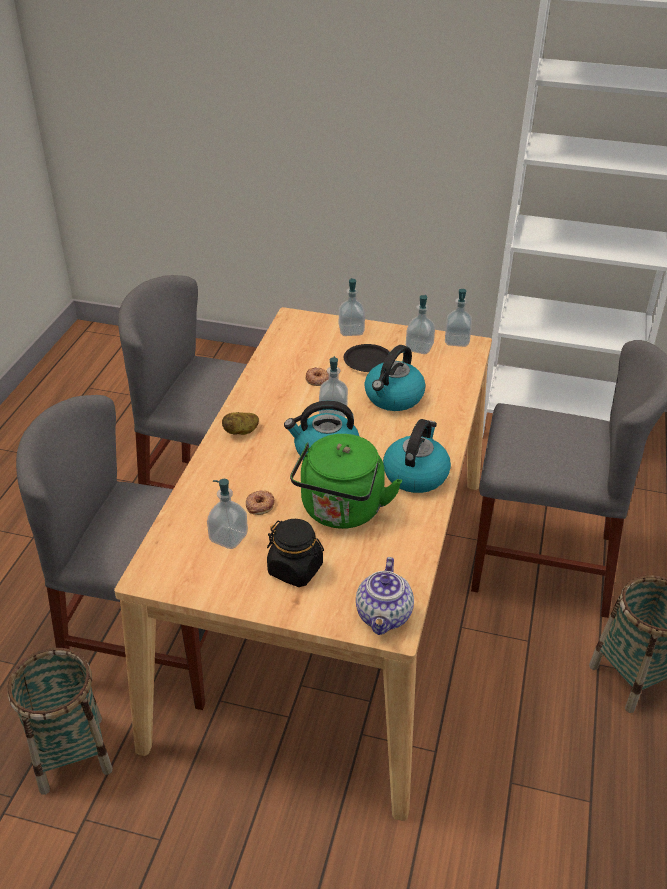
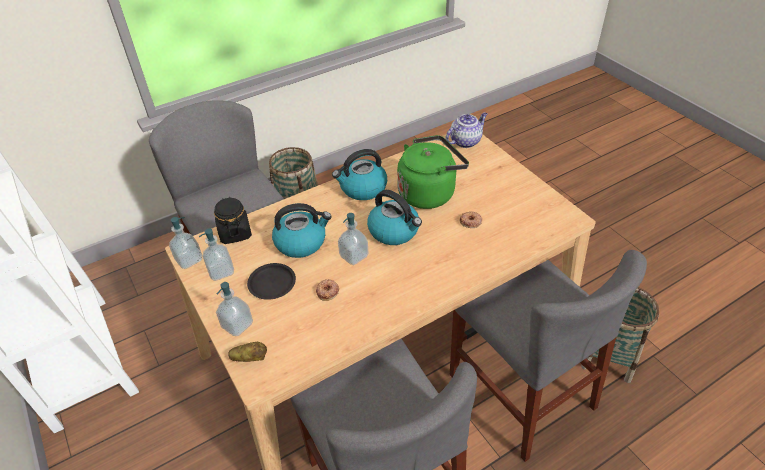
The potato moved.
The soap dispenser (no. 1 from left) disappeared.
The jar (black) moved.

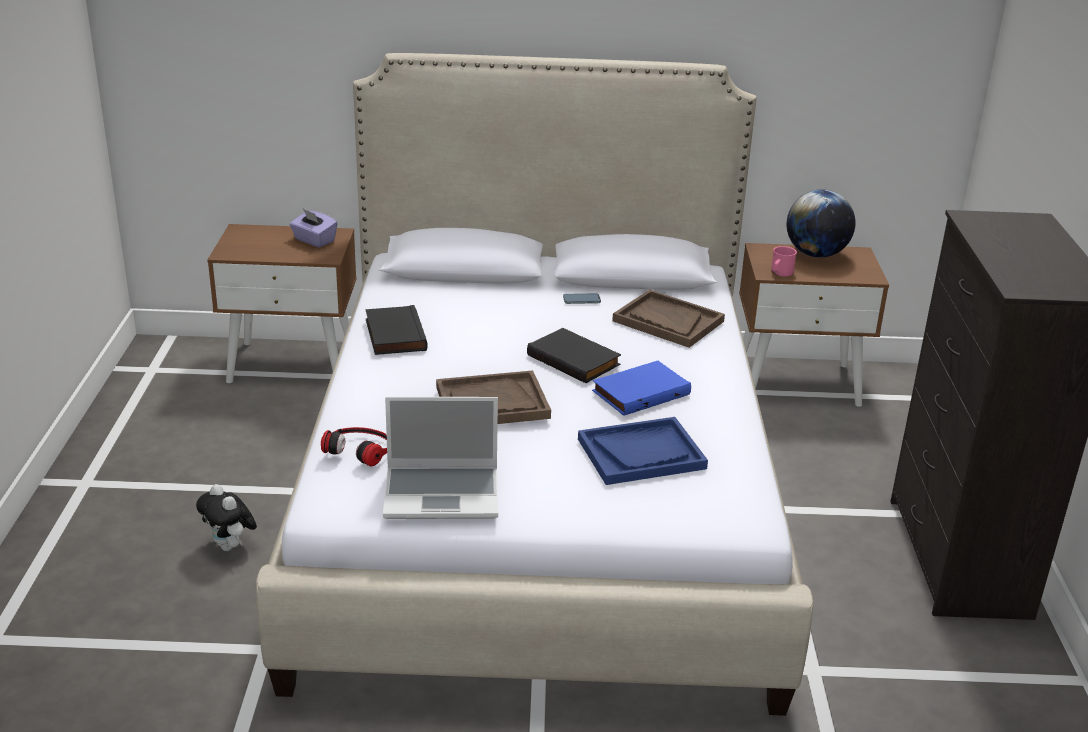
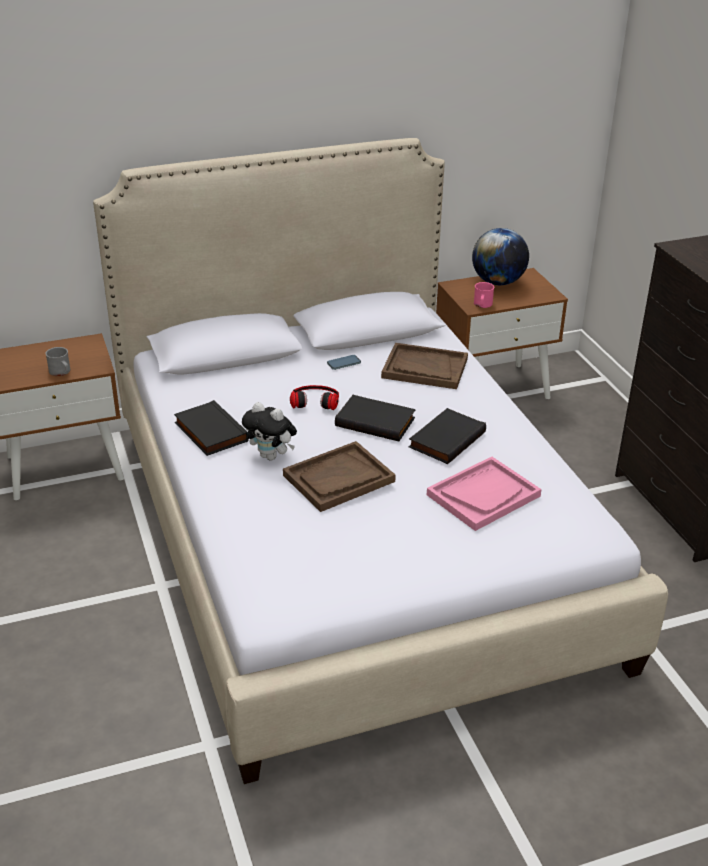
The tissue box (purple) disappeared.
The book (blue) became the book (black) (no. 3 from left).
The laptop disappeared.
The tray (blue) became the tray (pink).
The headphones moved.
The plush toy moved.
The mug (grey) appeared.

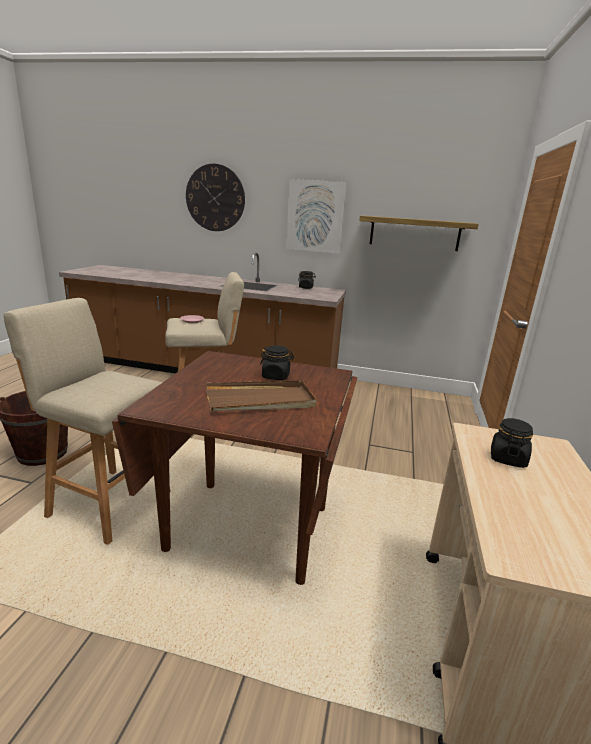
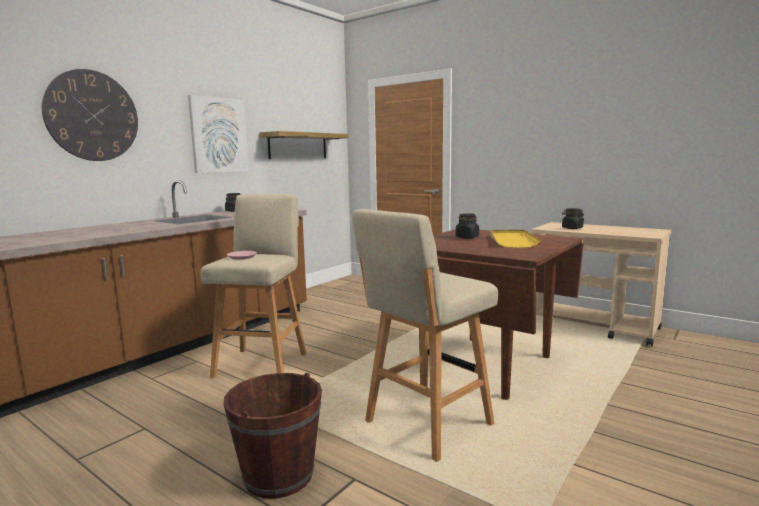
The tray (brown) became the tray (yellow).

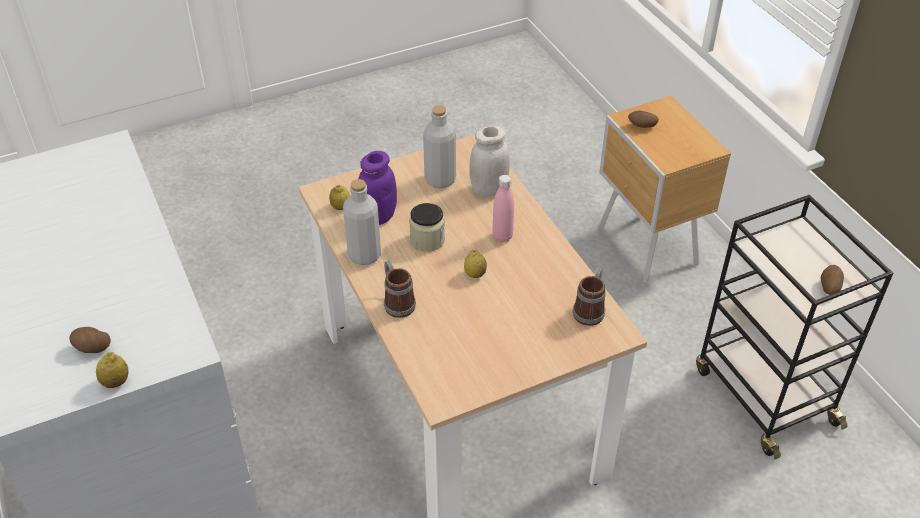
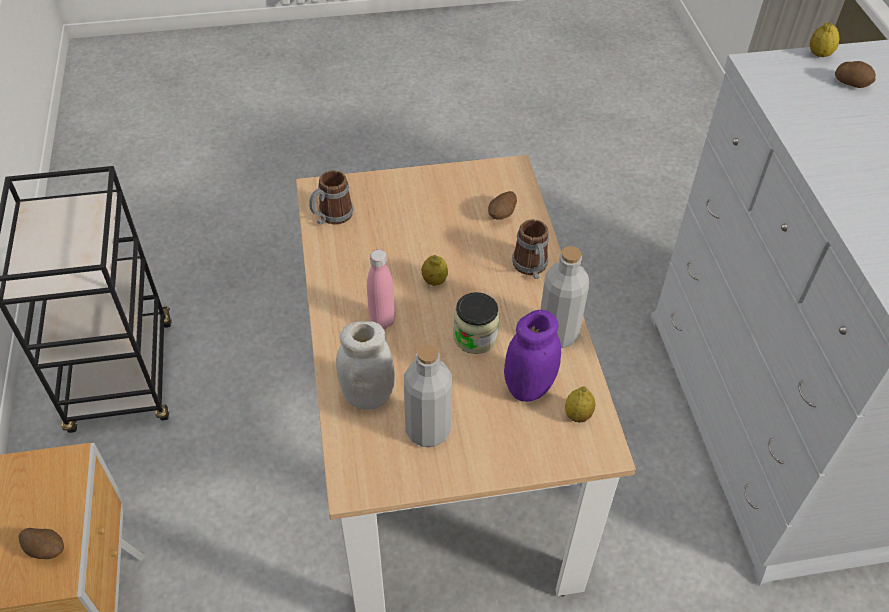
The potato (no. 3 from left in the first image) moved.

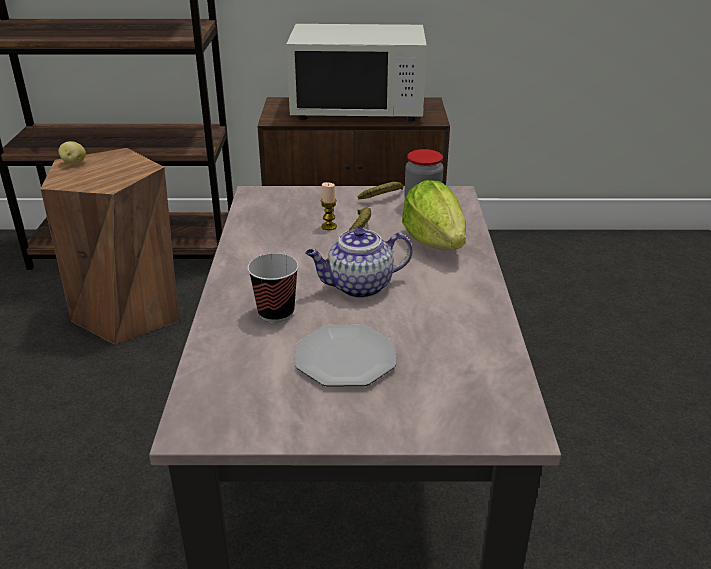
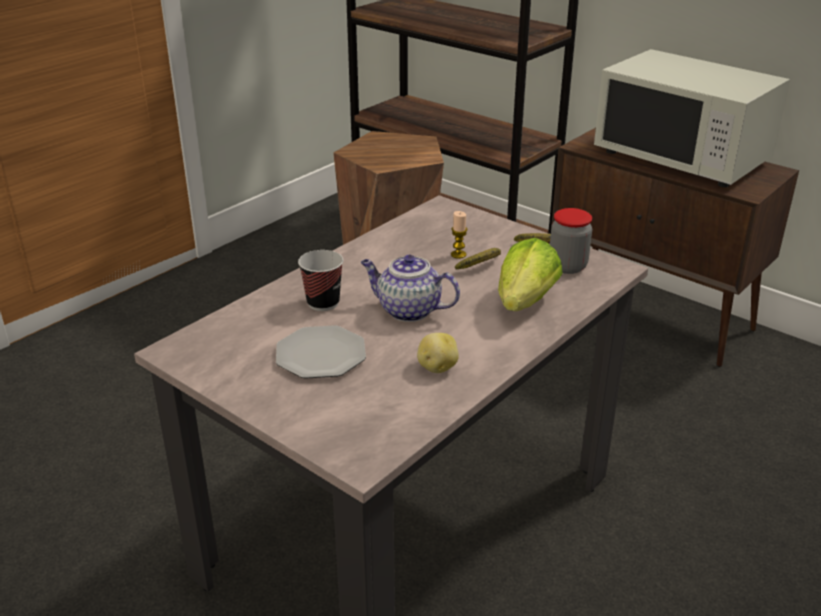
The potato moved.

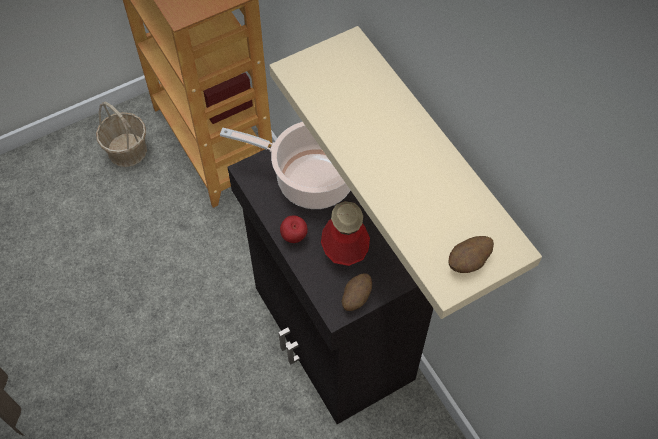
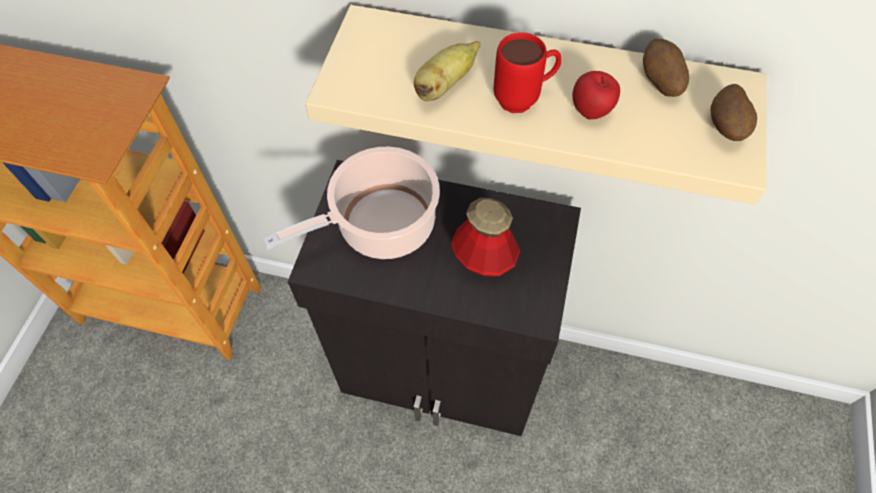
The basket disappeared.
The apple moved.
The potato (no. 1 from left) moved.
The mug (red) appeared.
The banana appeared.

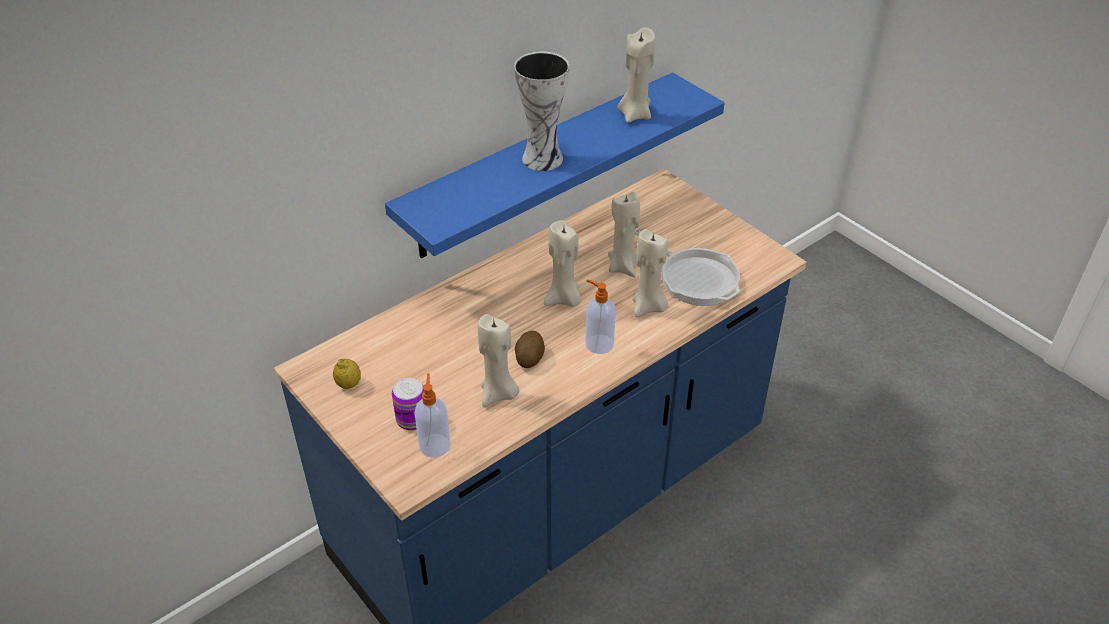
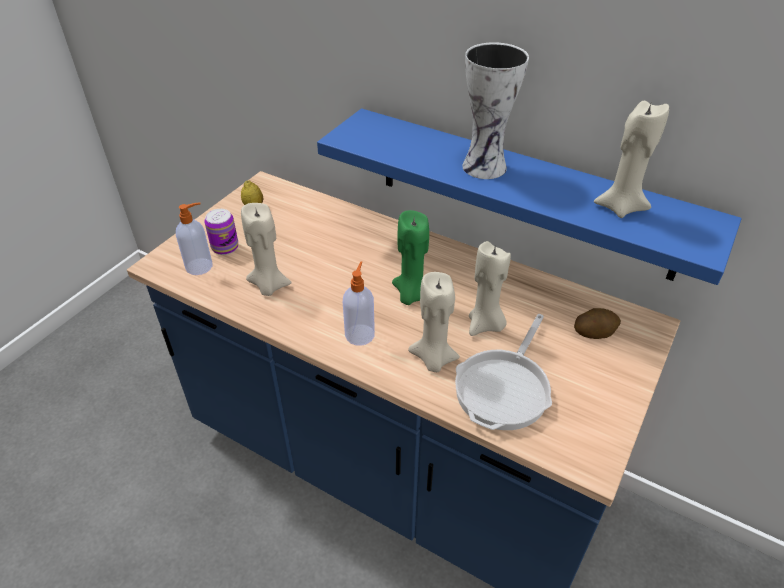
The candle (beige) (no. 2 from left) became the candle (green).
The potato moved.

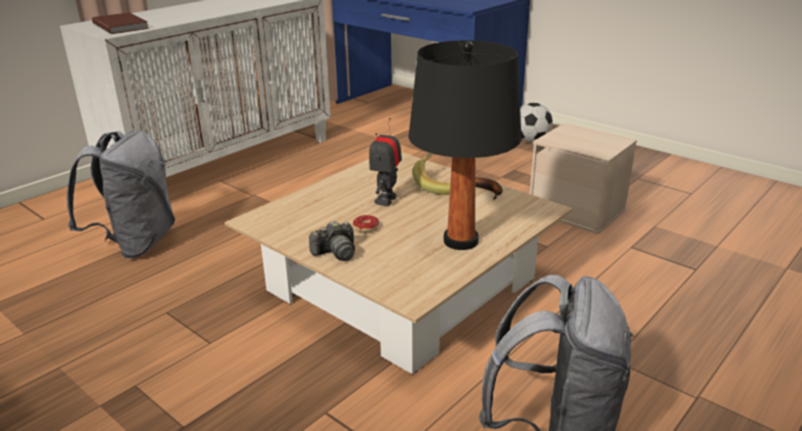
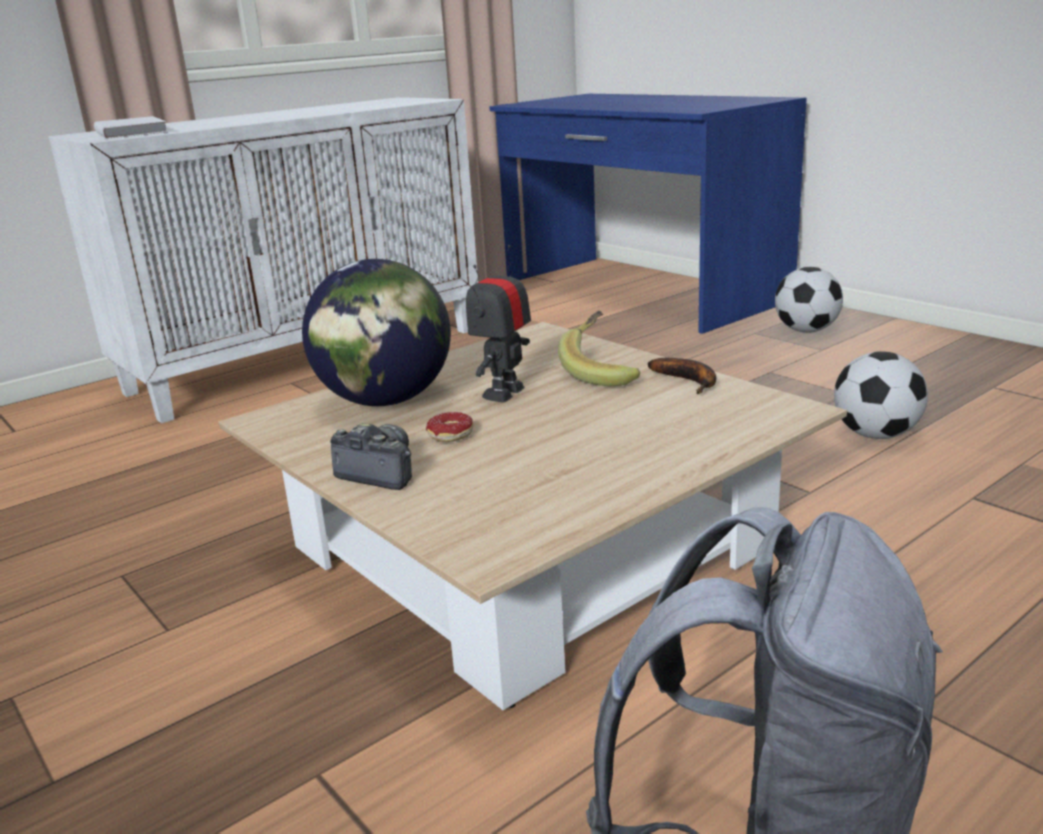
The book (brown) became the book (white).
The table lamp (black) disappeared.
The storage box (beige) was replaced by the football (no. 2 from left).
The backpack (grey) (no. 1 from left) disappeared.
The photo camera turned 135 degrees counterclockwise.
The globe appeared.

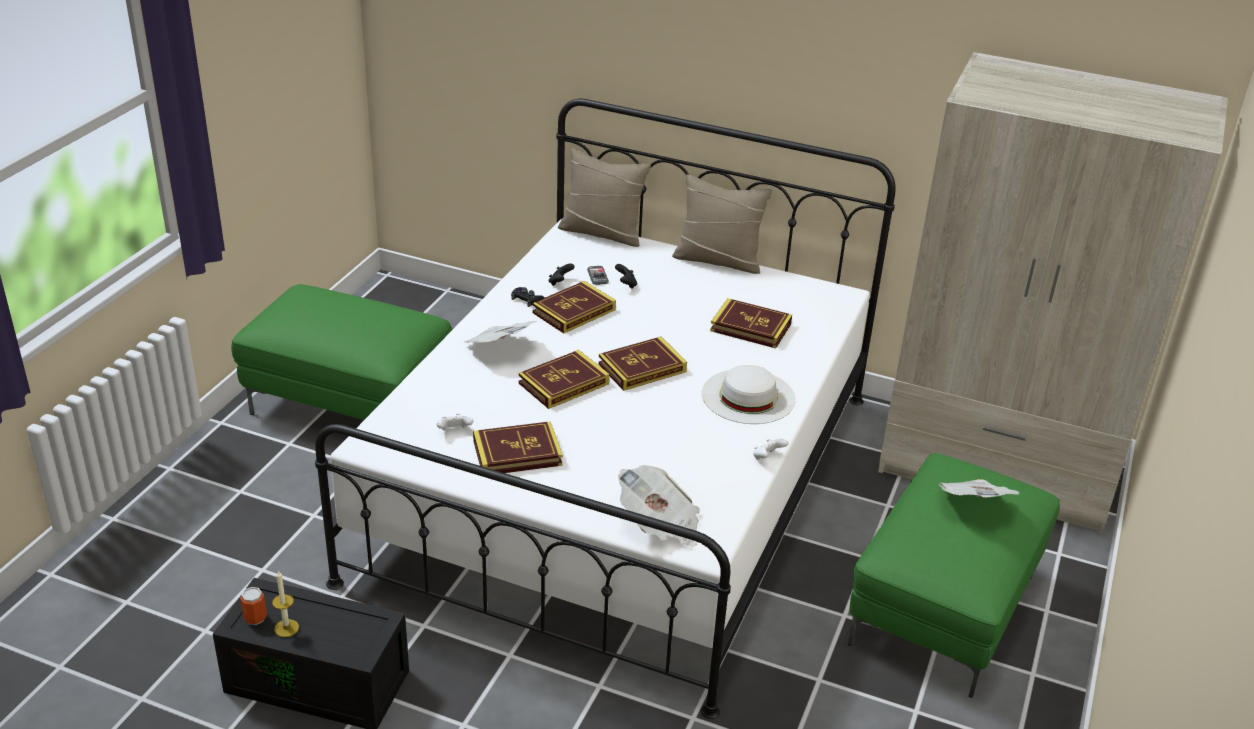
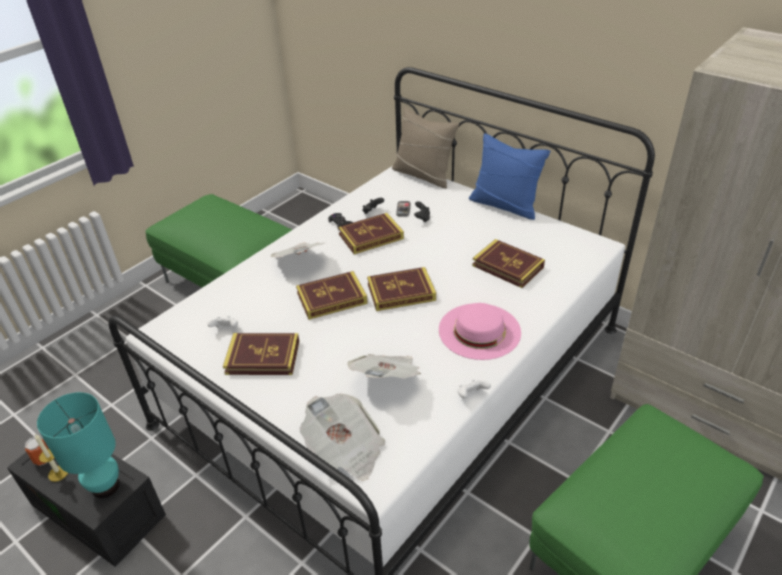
The pillow (beige) (no. 2 from left) became the pillow (blue).
The hat (white) became the hat (pink).
The newspaper (no. 3 from left) moved.
The table lamp (turquoise) appeared.

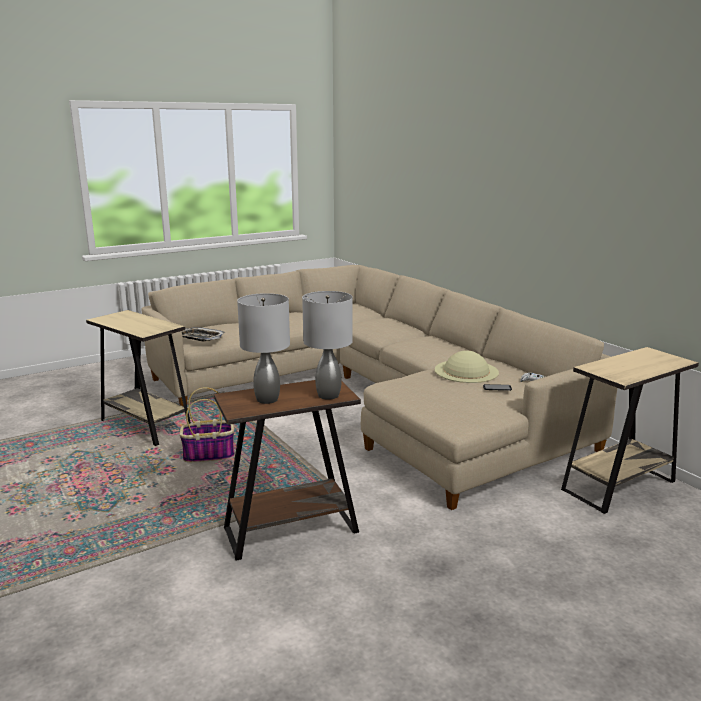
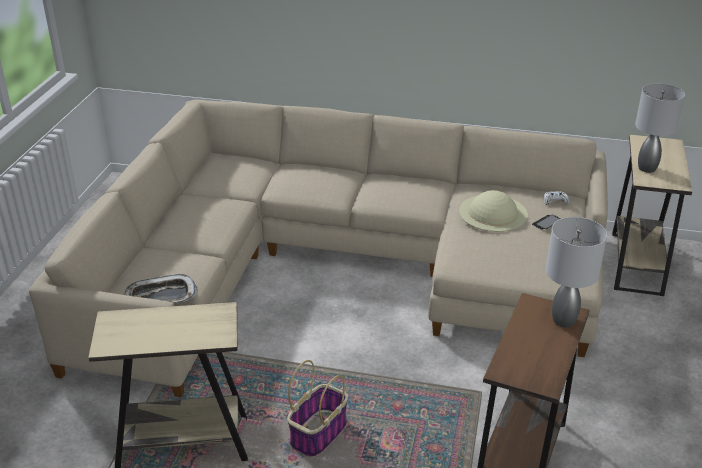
The table lamp (grey) (no. 1 from left in the first image) moved.

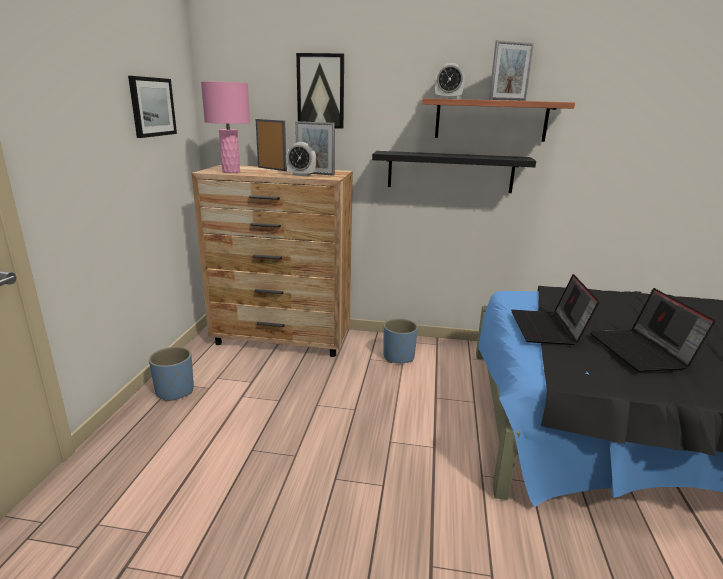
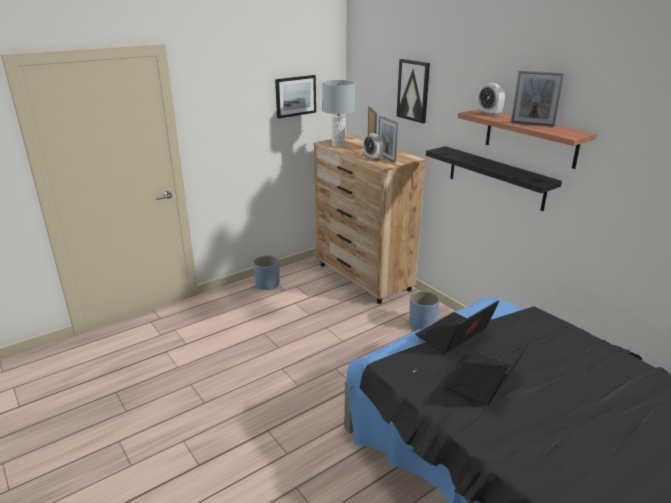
The table lamp (pink) became the table lamp (grey).

